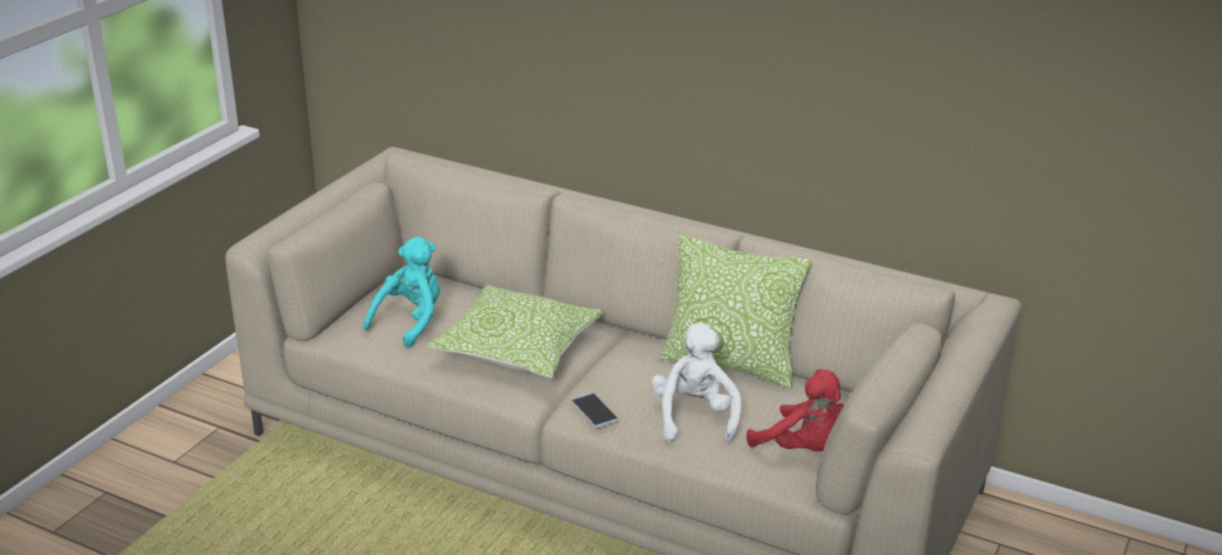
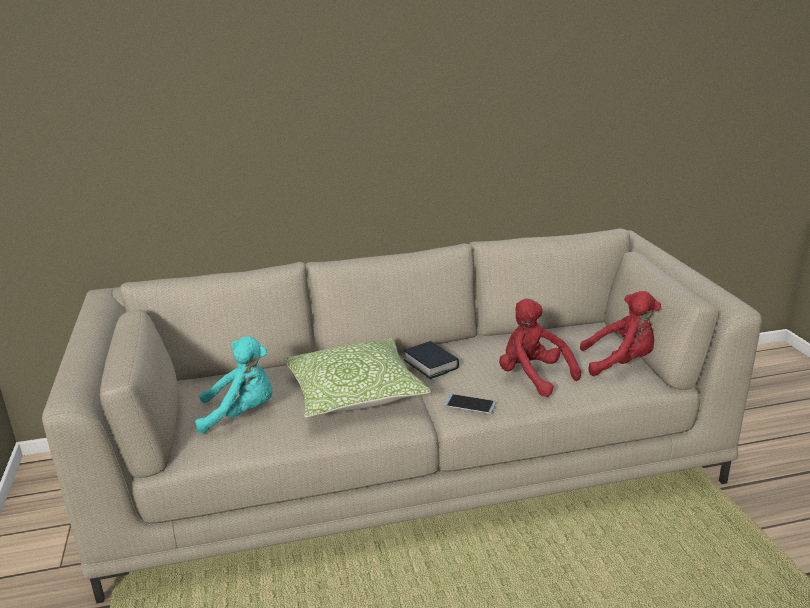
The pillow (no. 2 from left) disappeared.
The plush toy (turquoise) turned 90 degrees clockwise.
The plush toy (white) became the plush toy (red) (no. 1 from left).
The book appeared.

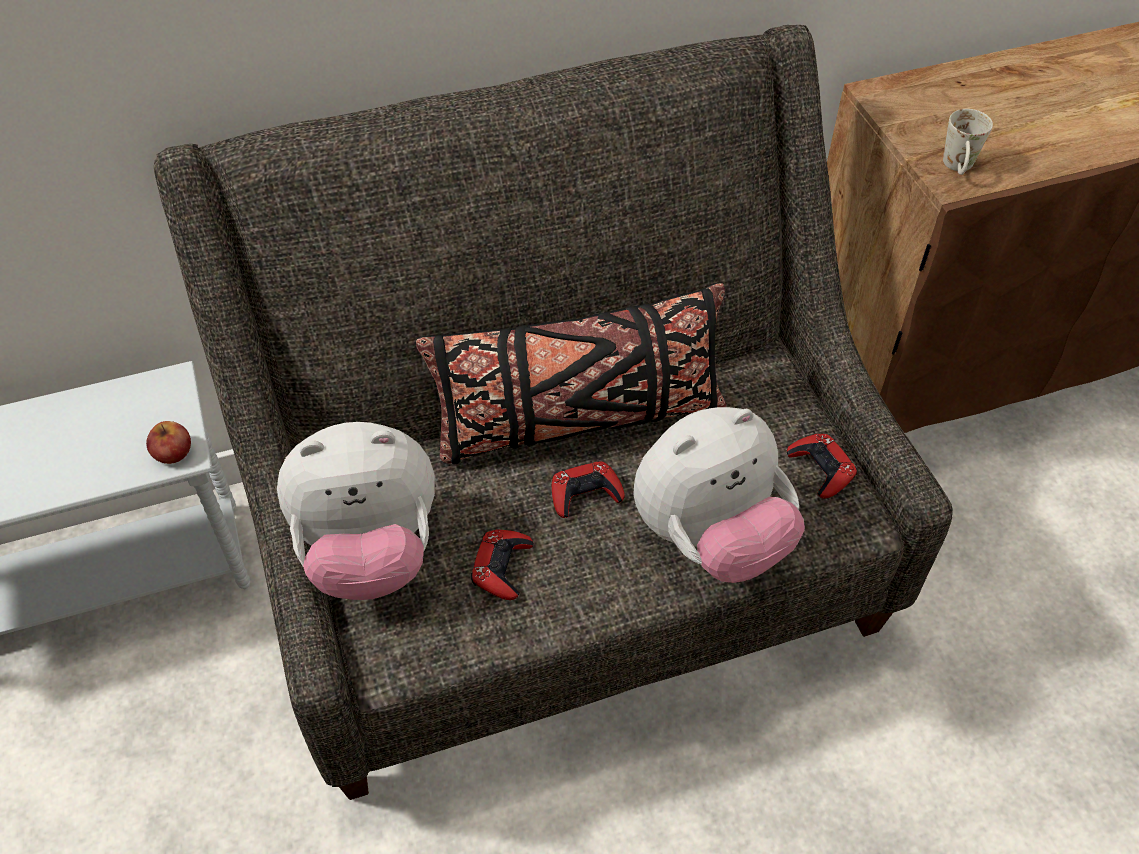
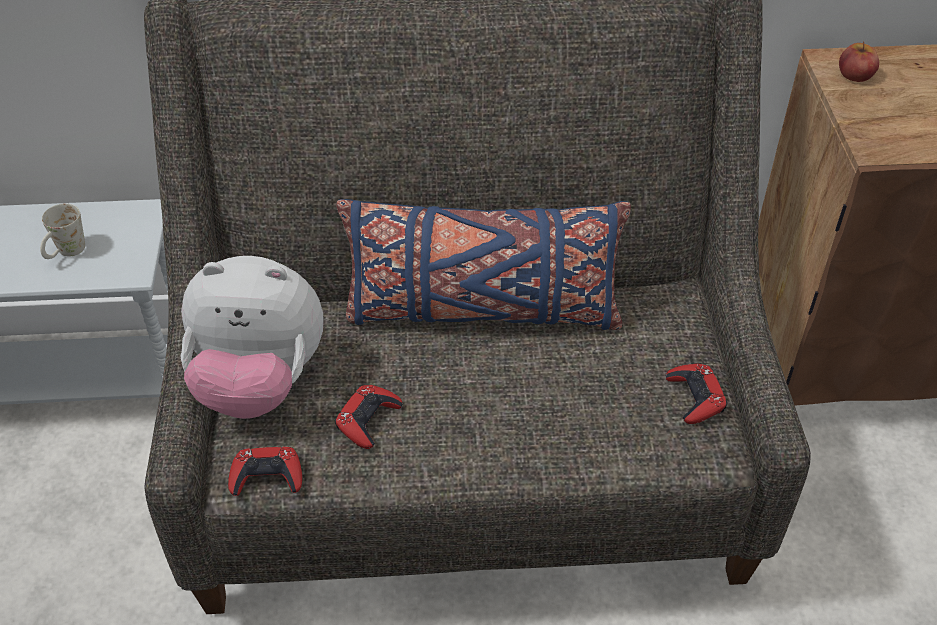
The mug (white) moved.
The pillow (black) became the pillow (blue).
The plush toy (no. 2 from left) disappeared.
The apple moved.
The game controller (red) (no. 2 from left in the first image) moved.

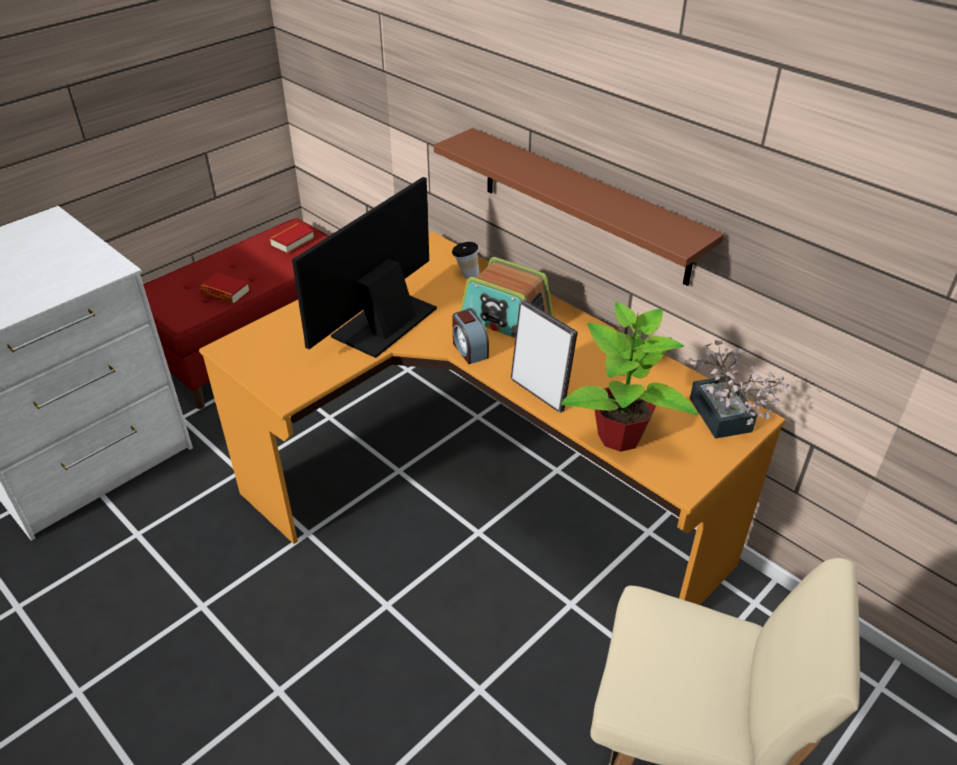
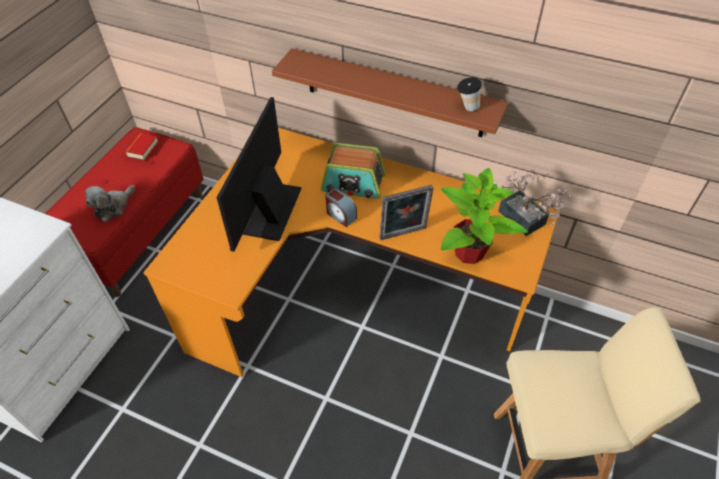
The cup moved.
The book (no. 1 from left) was replaced by the plush toy.
The picture frame turned 135 degrees clockwise.

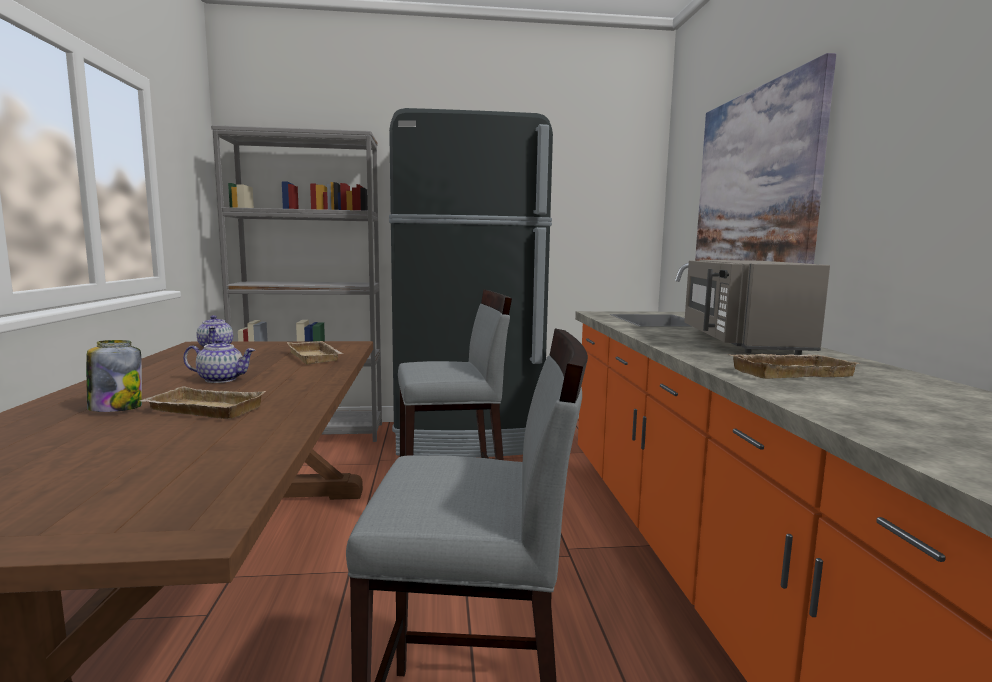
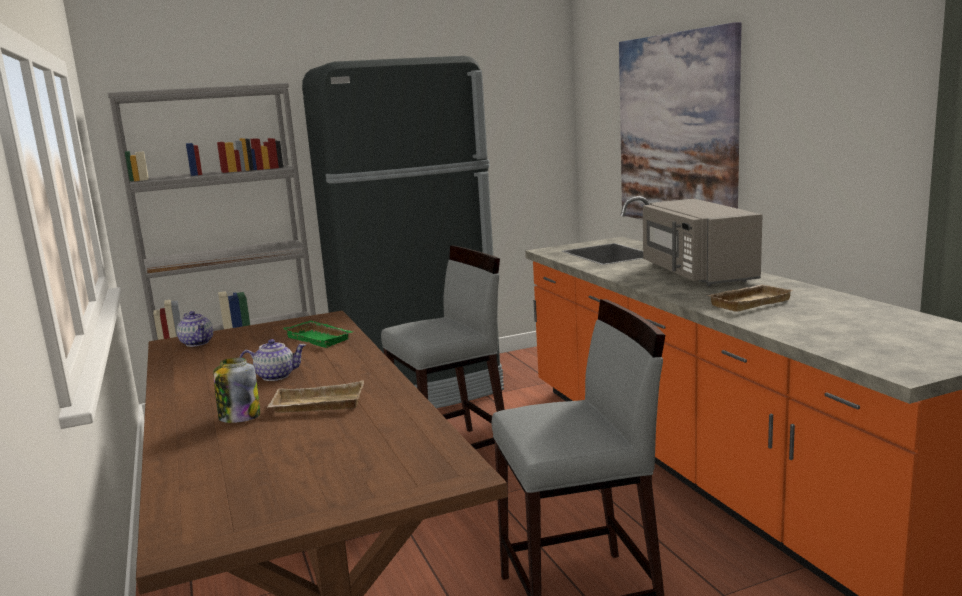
The tray (beige) (no. 2 from left) became the tray (green).

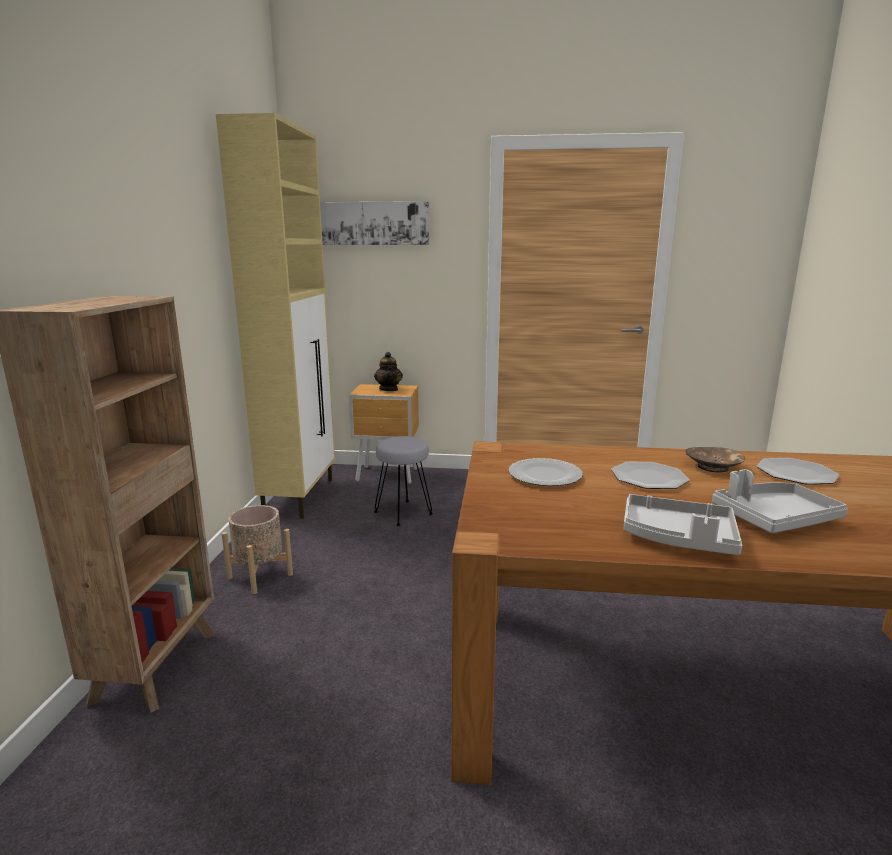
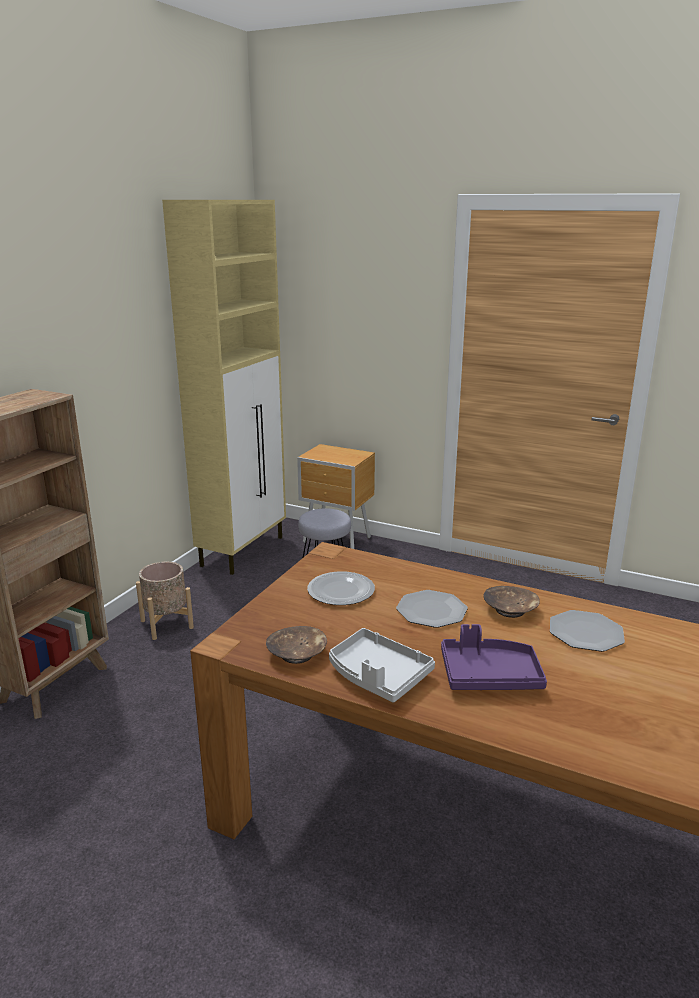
The picture disappeared.
The teapot disappeared.
The tray (grey) (no. 2 from left) became the tray (purple).
The bowl (brown) (no. 1 from left) appeared.

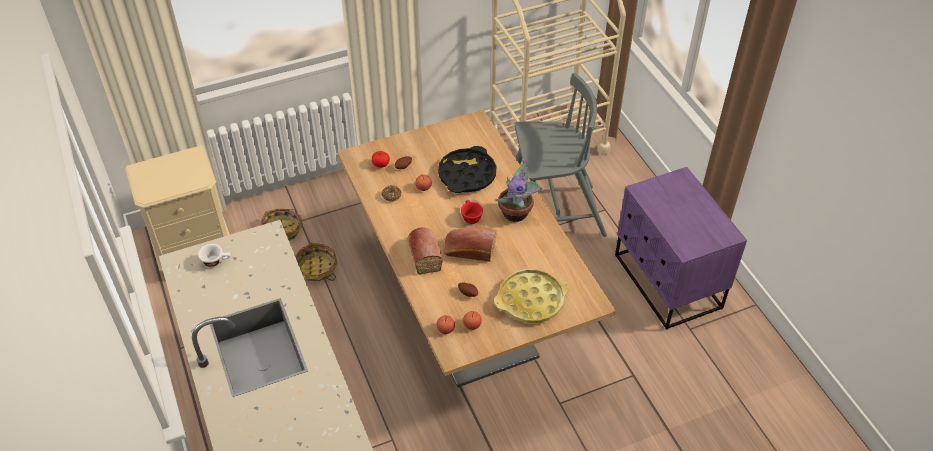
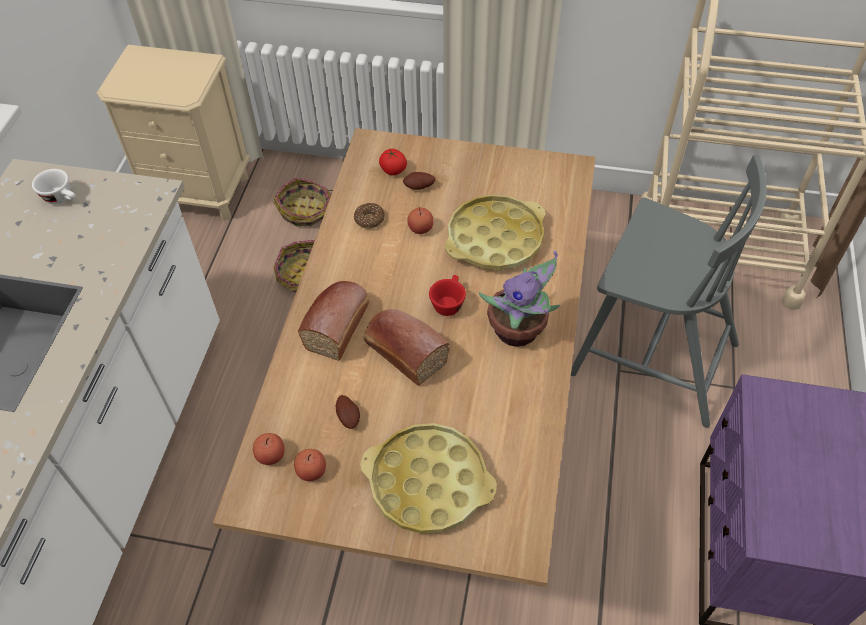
The tray (black) became the tray (yellow) (no. 2 from left).

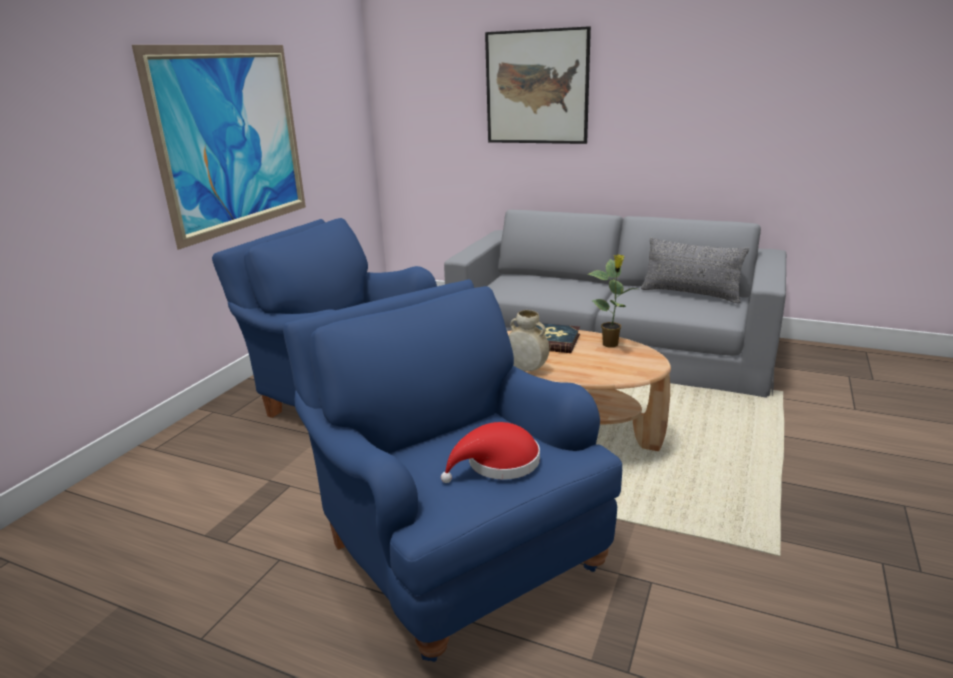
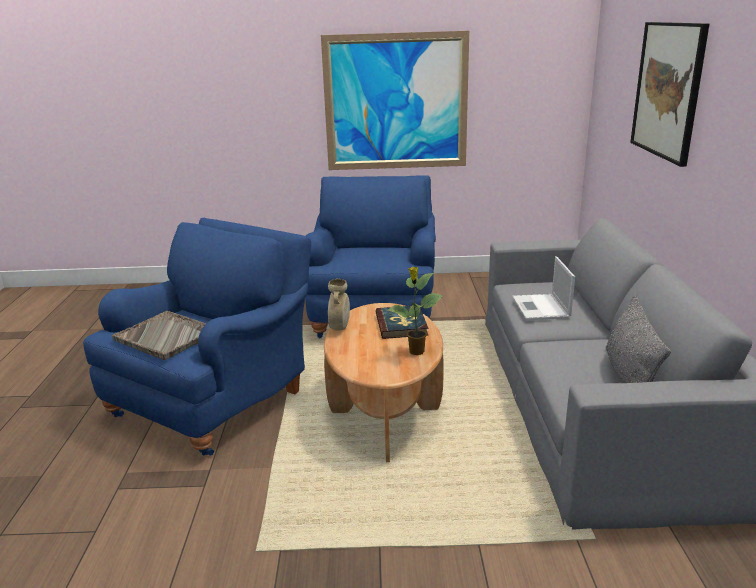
The hat (red) was replaced by the tray (grey).
The laptop appeared.

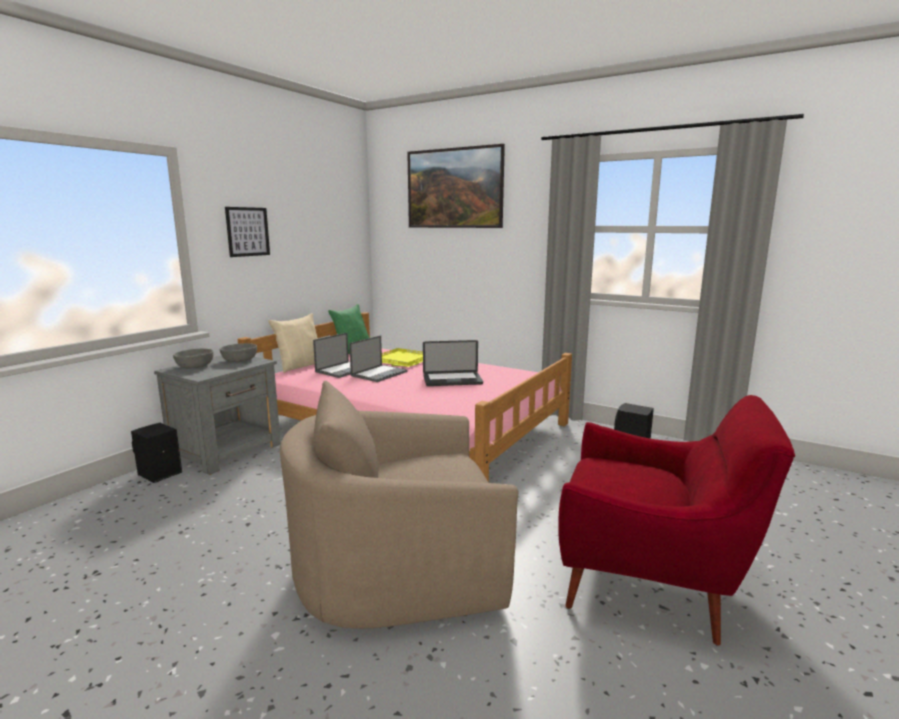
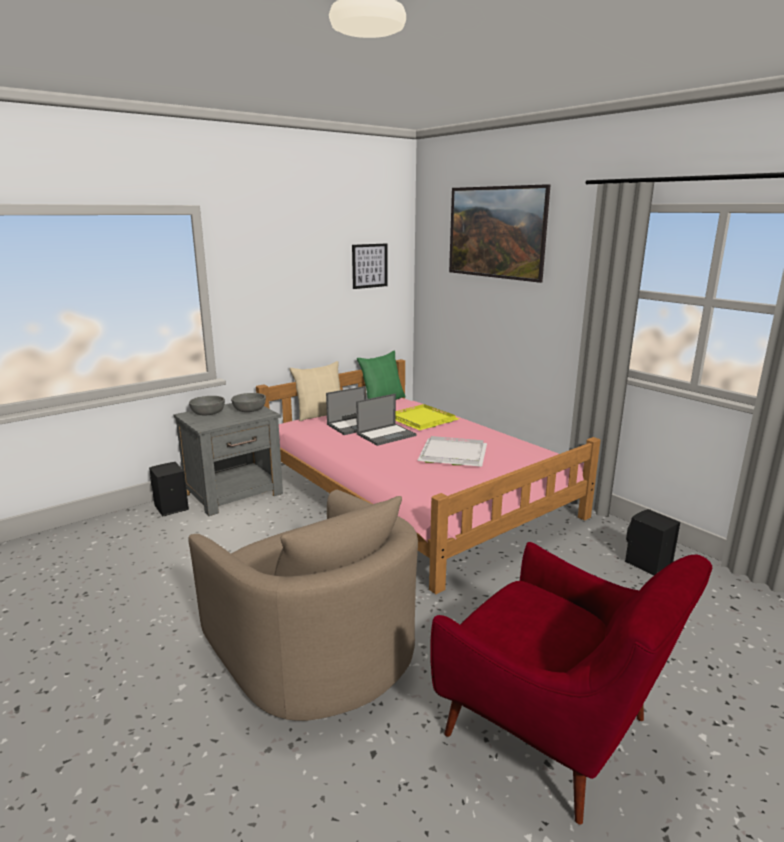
The picture (no. 1 from left) moved.
The laptop (no. 3 from left) was replaced by the tray (white).
The armchair (beige) turned 135 degrees counterclockwise.

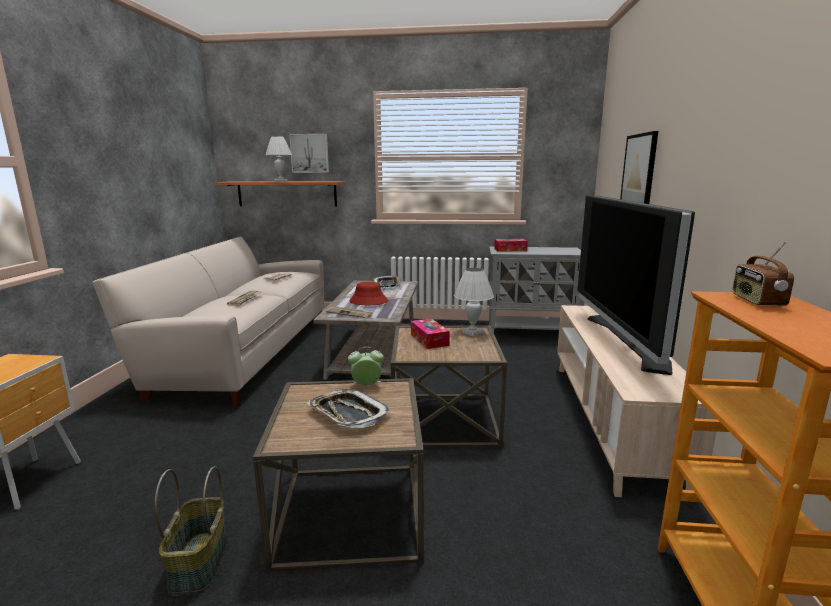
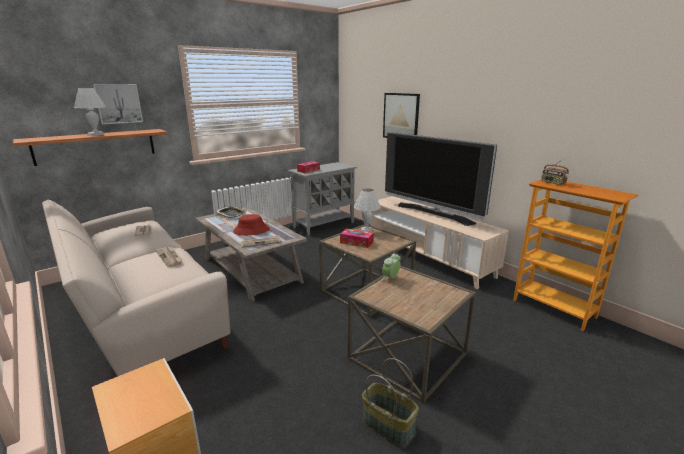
The tray (no. 1 from left) disappeared.

